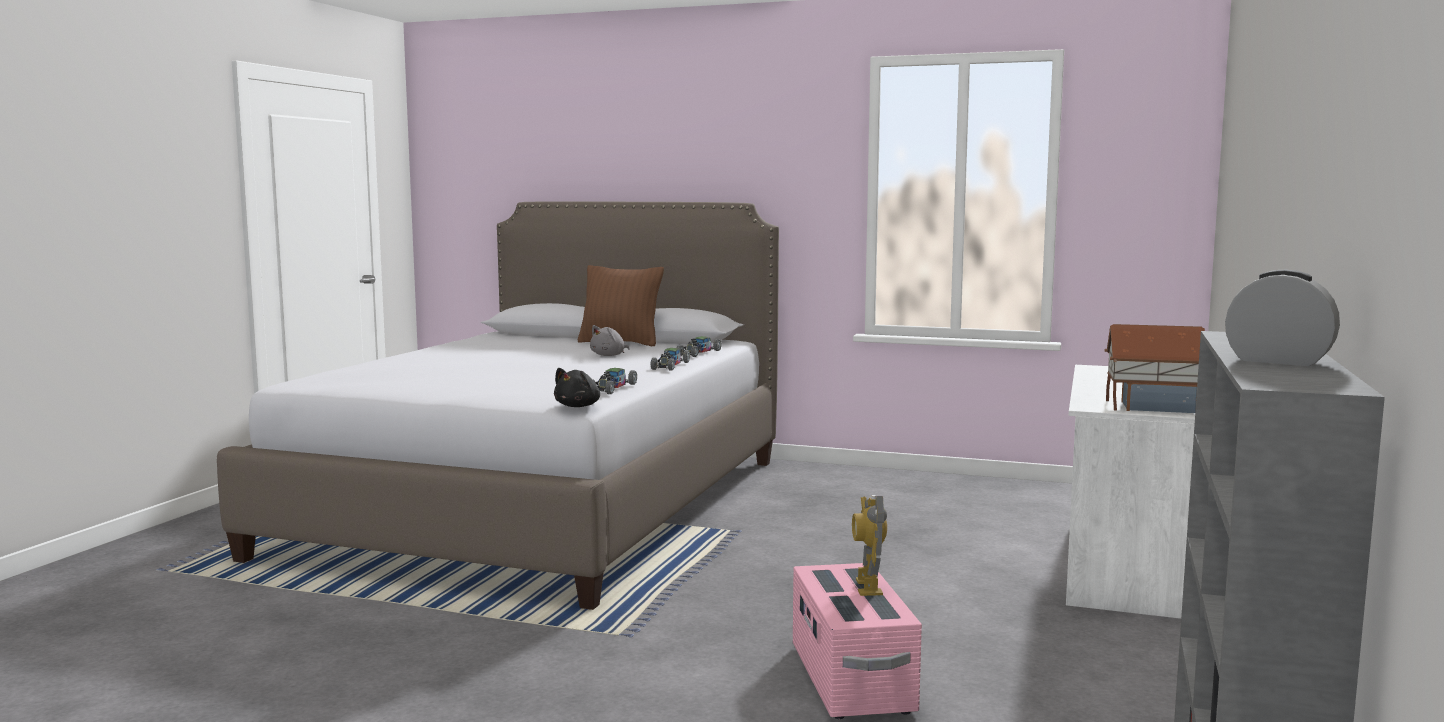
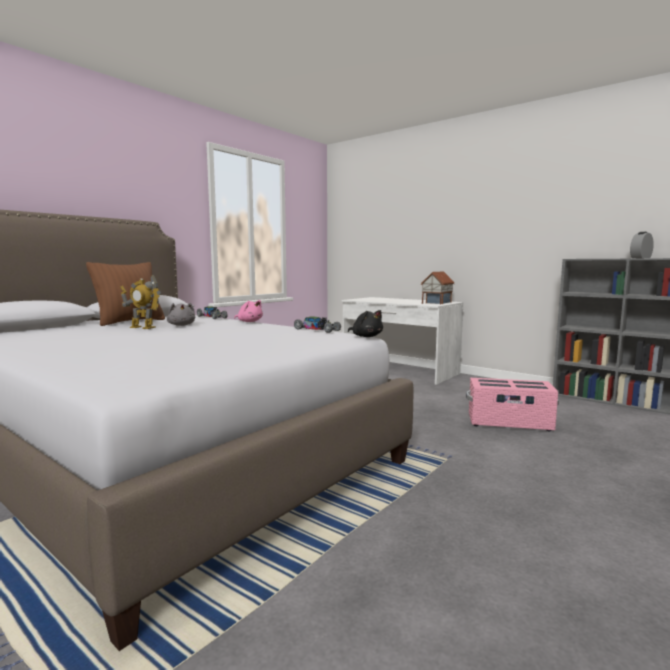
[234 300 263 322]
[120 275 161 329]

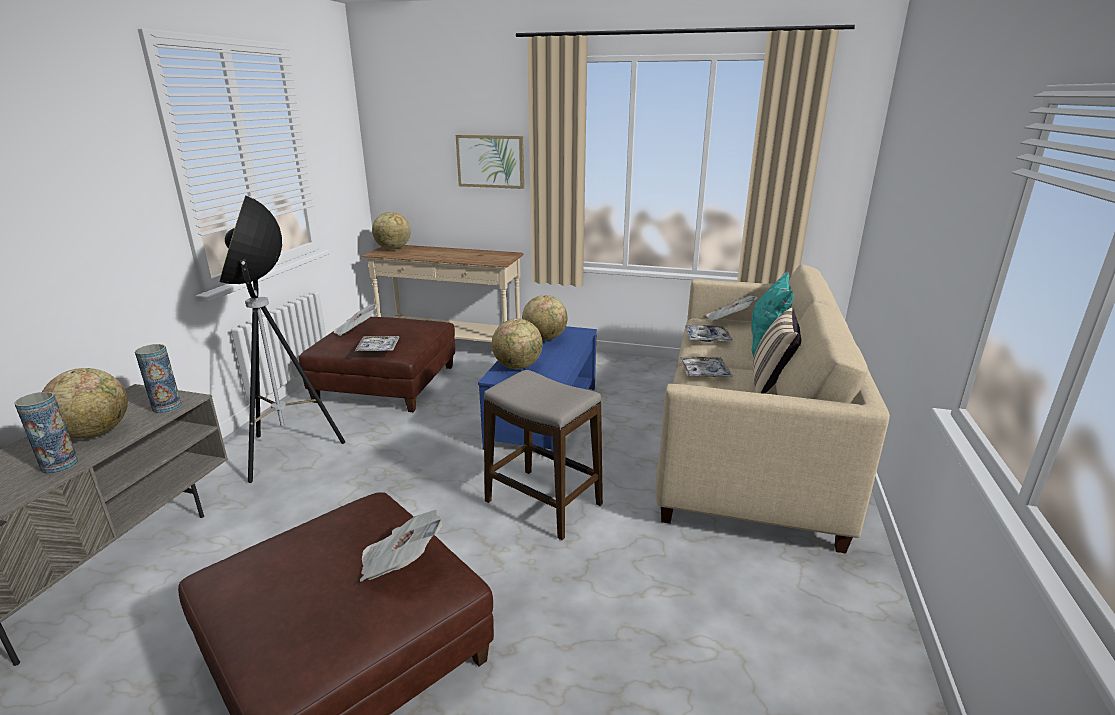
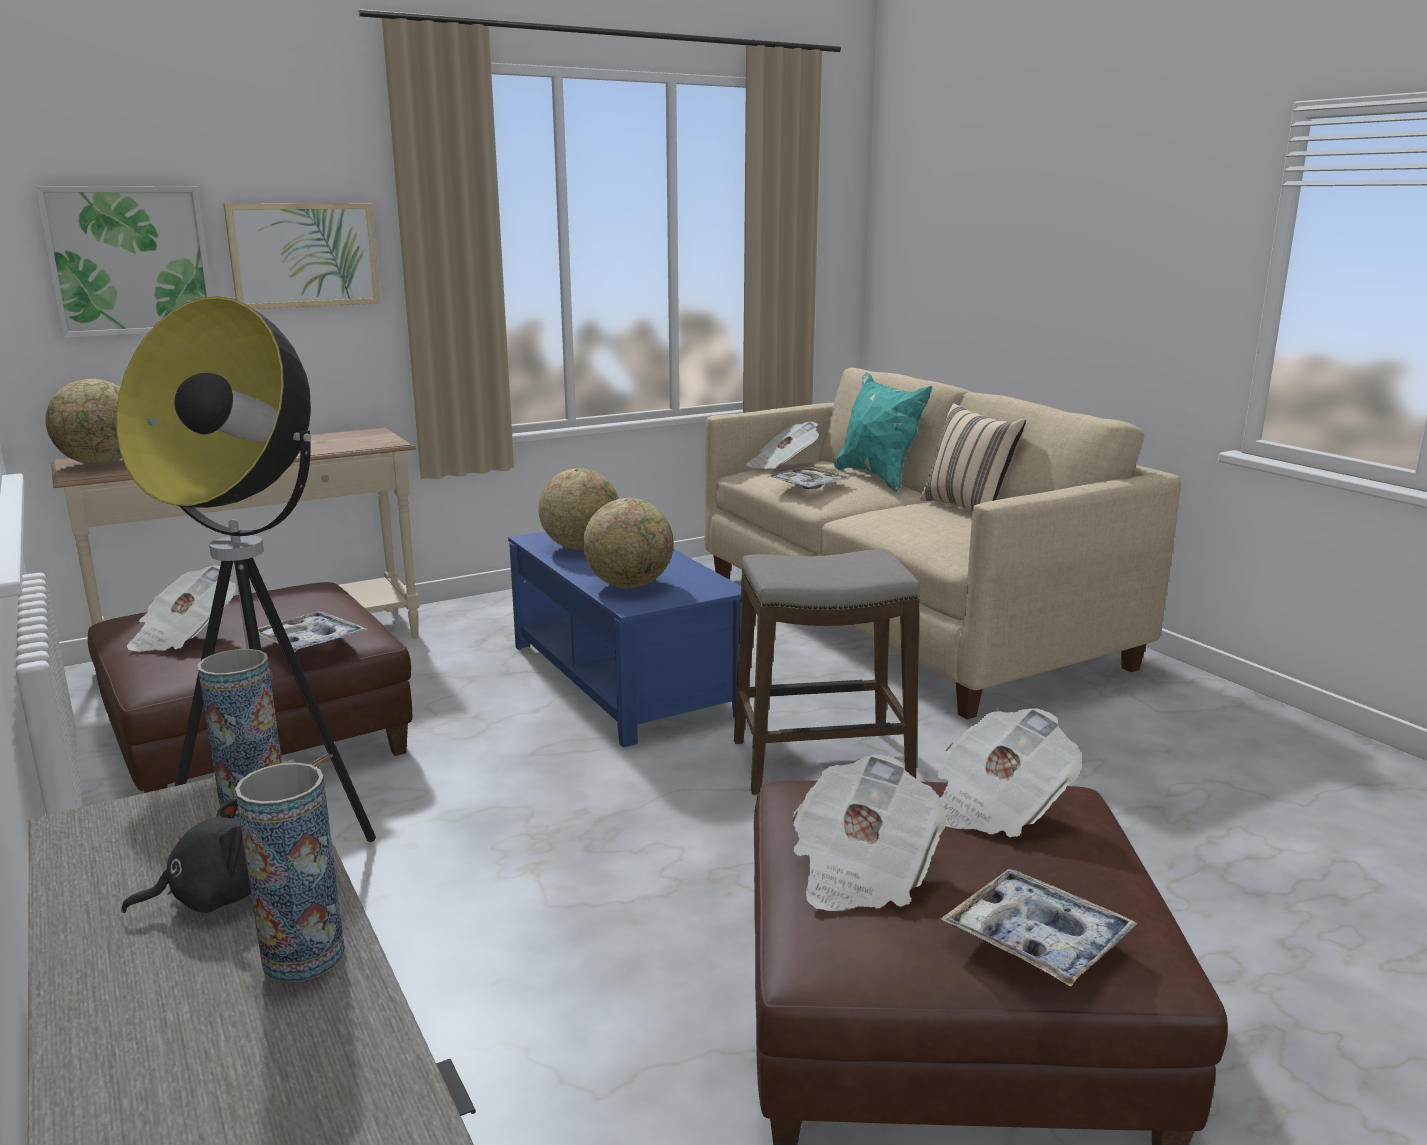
[121 798 251 913]
[941 869 1137 987]
[35 186 213 338]
[792 754 947 911]

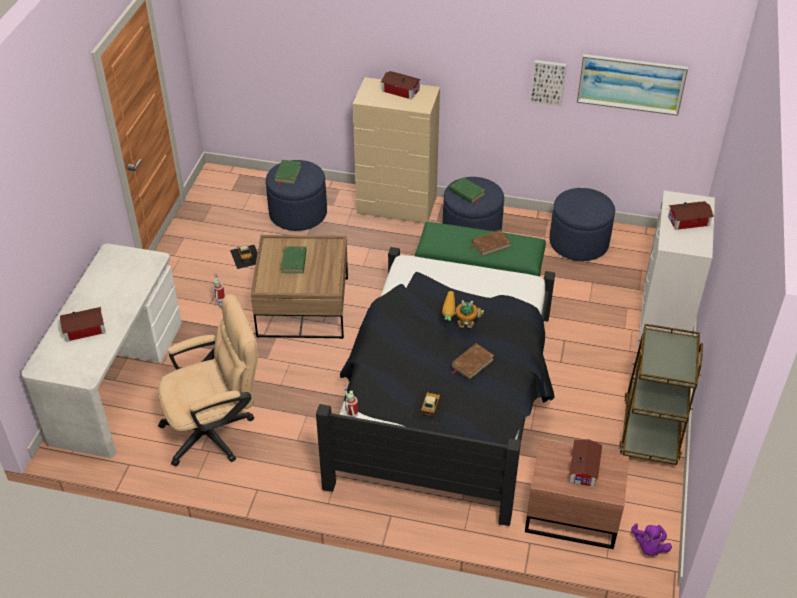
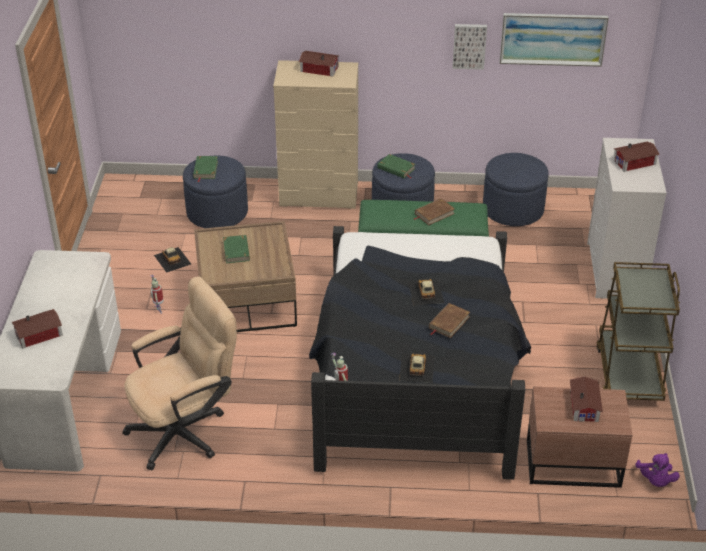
[408 279 444 305]

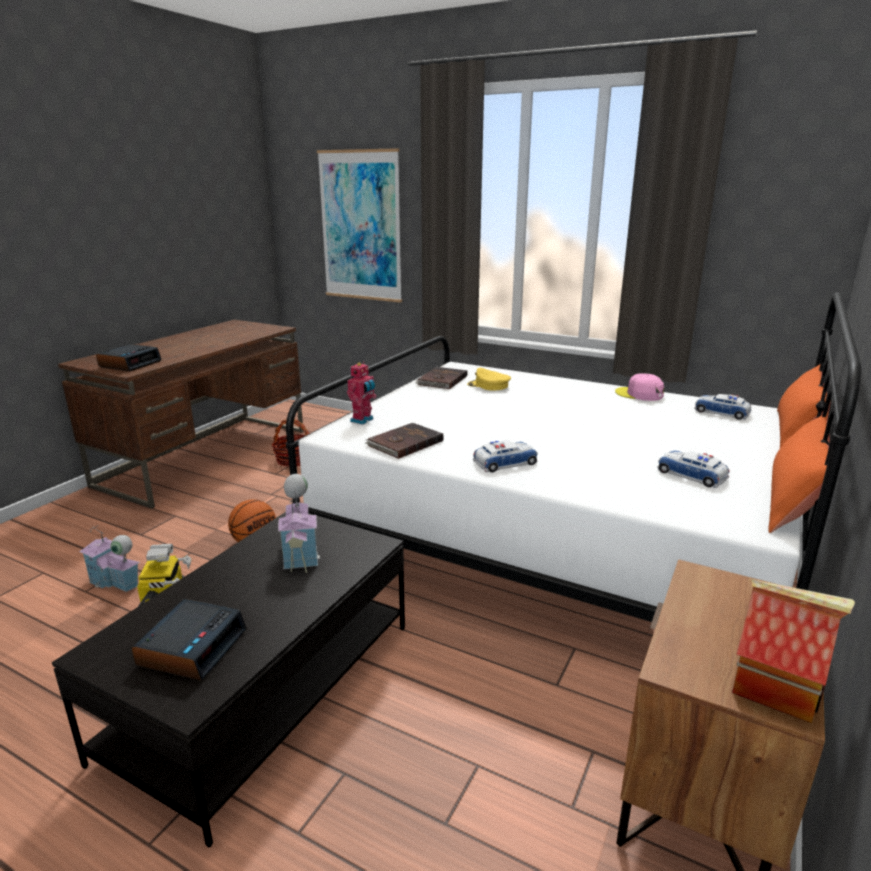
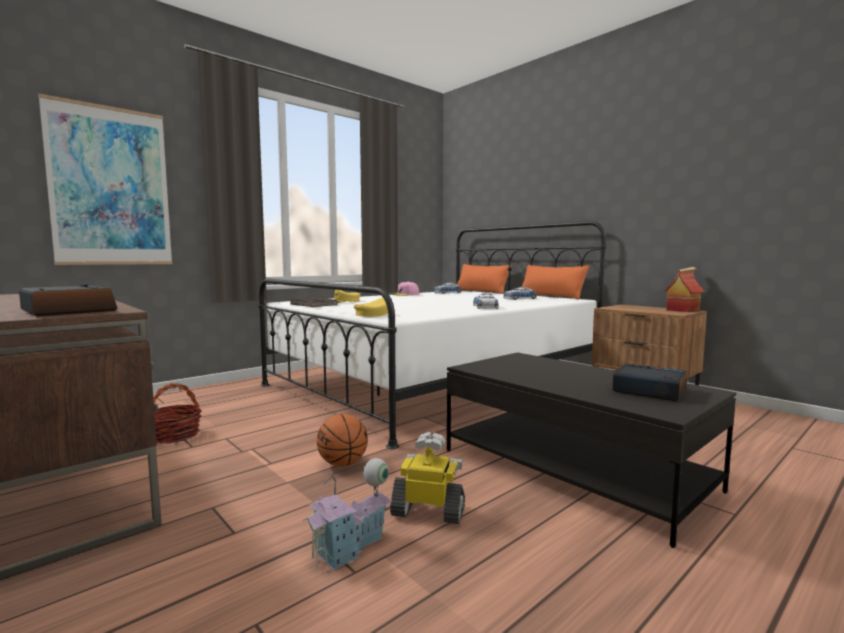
[278 474 320 573] (first image)
[354 298 388 317]
[365 423 444 459] (first image)

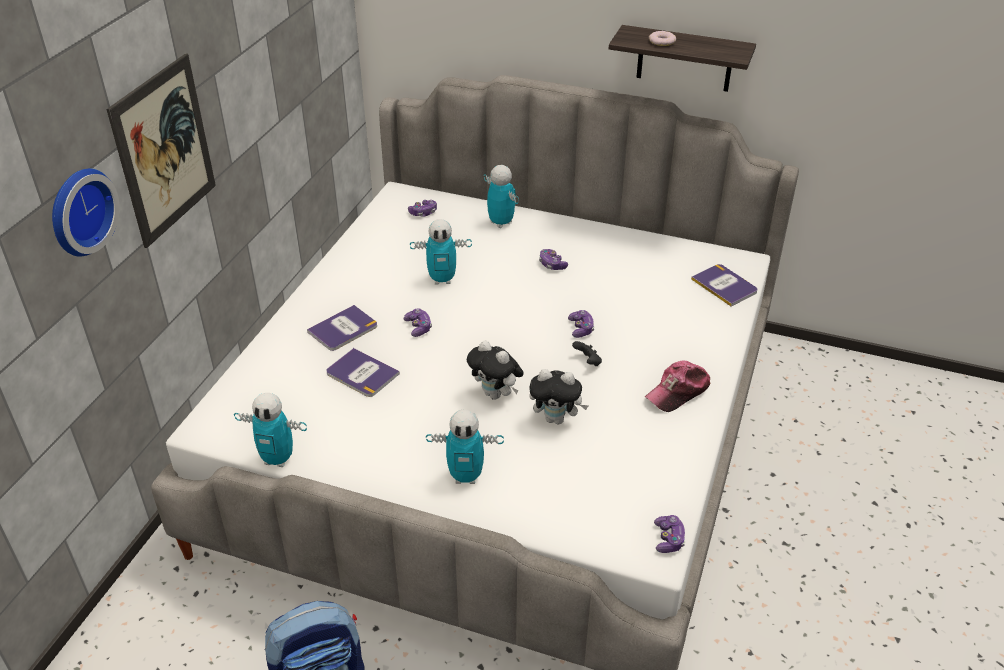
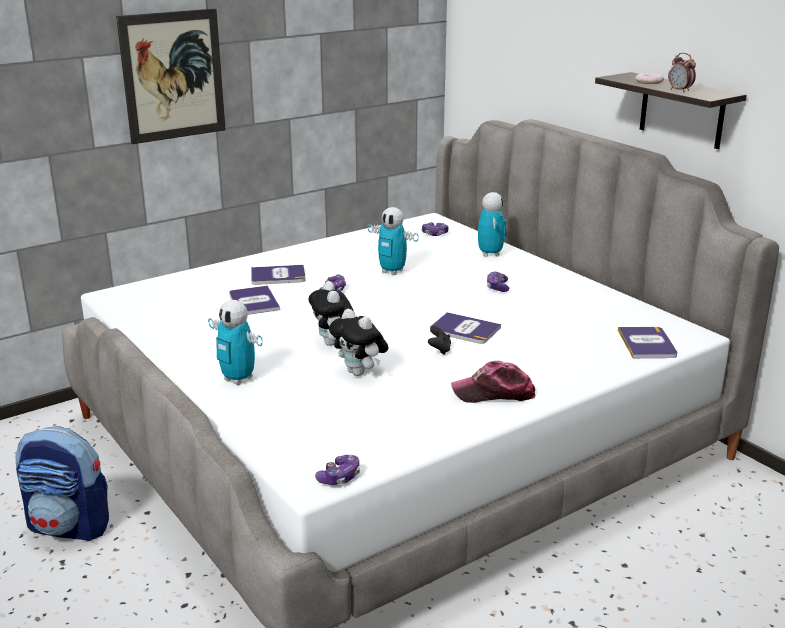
[52 168 119 257] (first image)
[234 393 307 467] (first image)
[430 312 501 344]
[668 53 696 92]

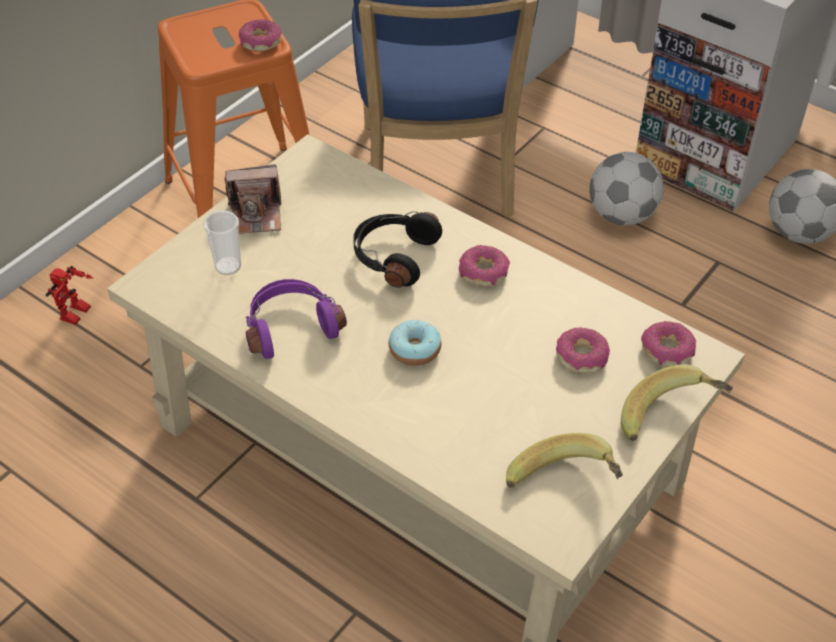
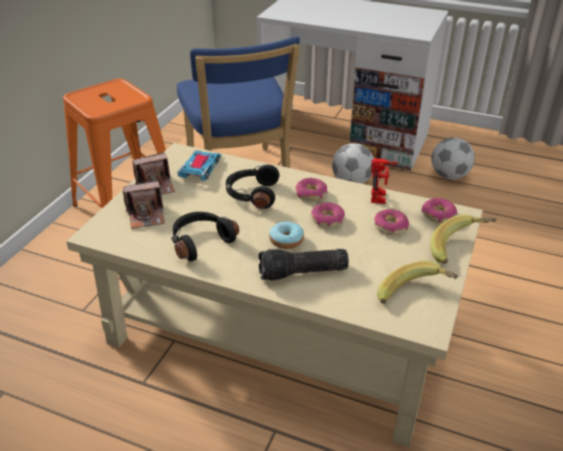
[371 158 399 204]
[123 180 165 229]
[311 202 345 228]
[171 212 239 261]
[177 150 222 181]
[258 249 349 281]

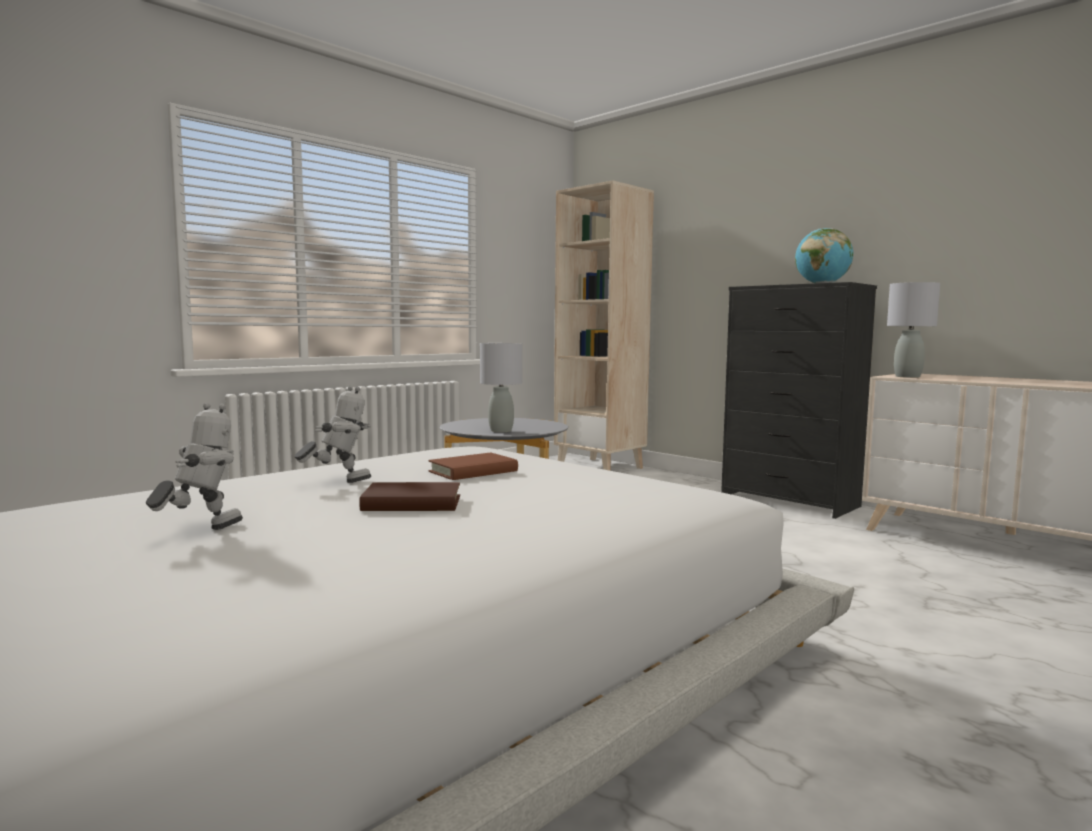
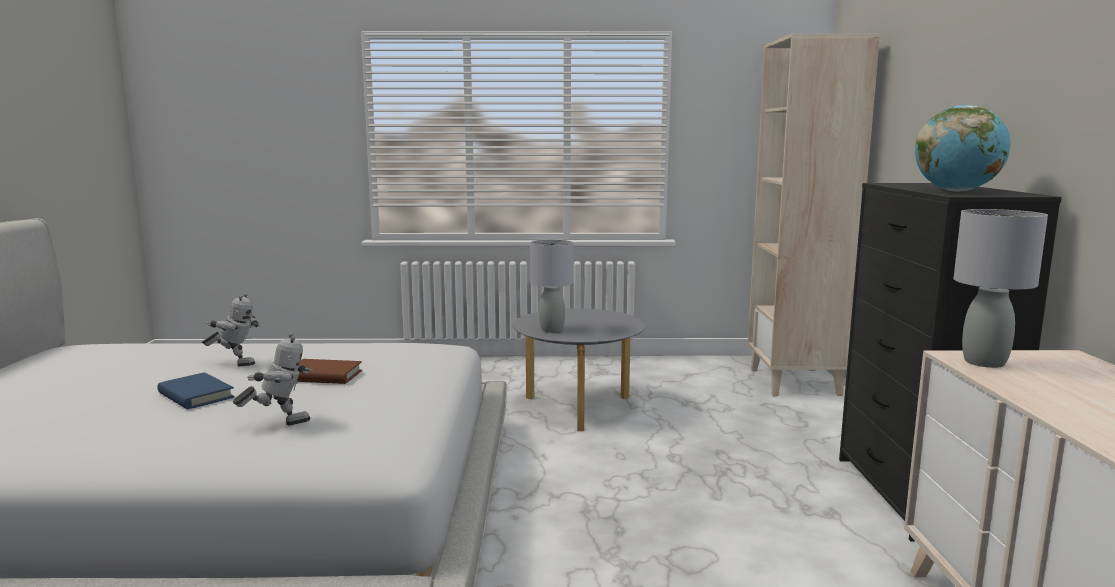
[233 333 313 425]
[157 372 235 409]

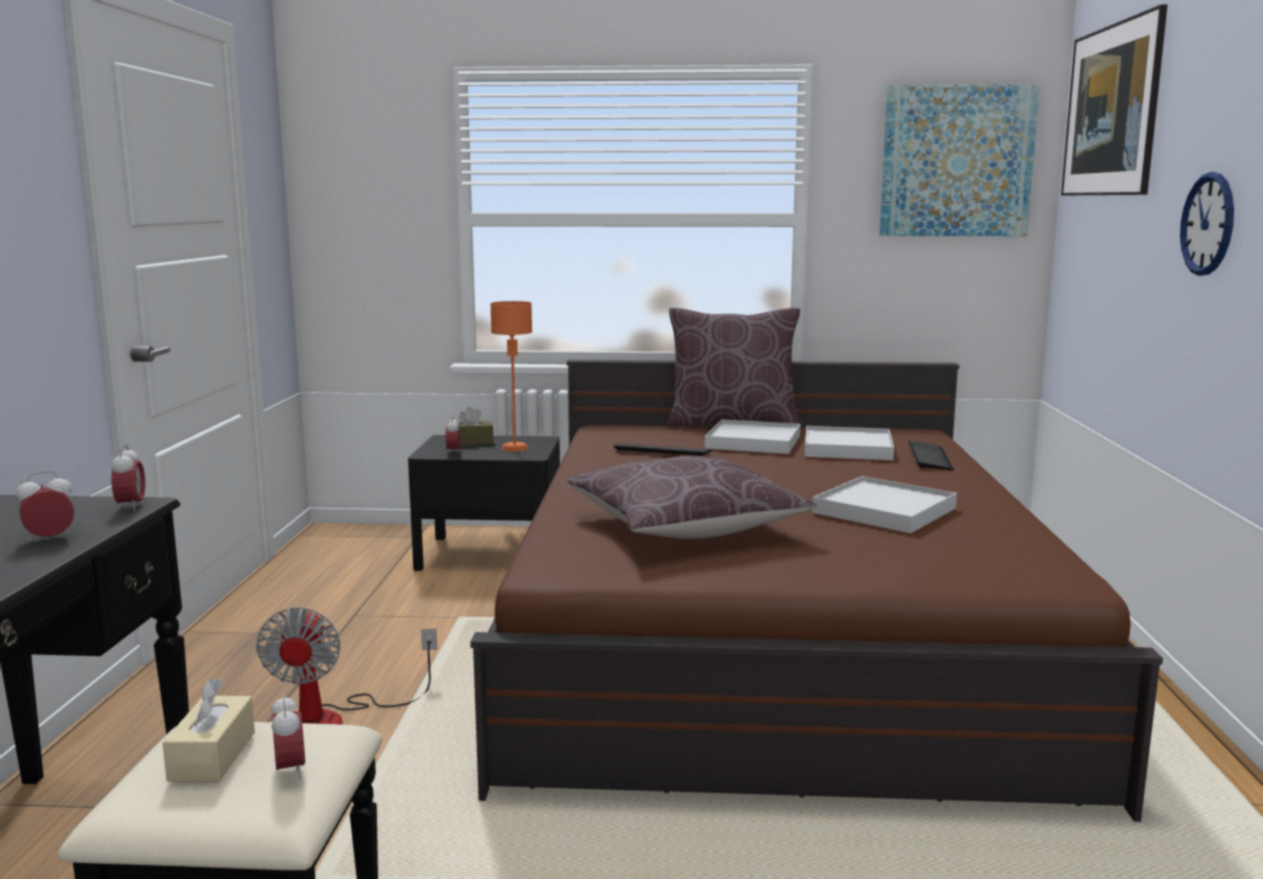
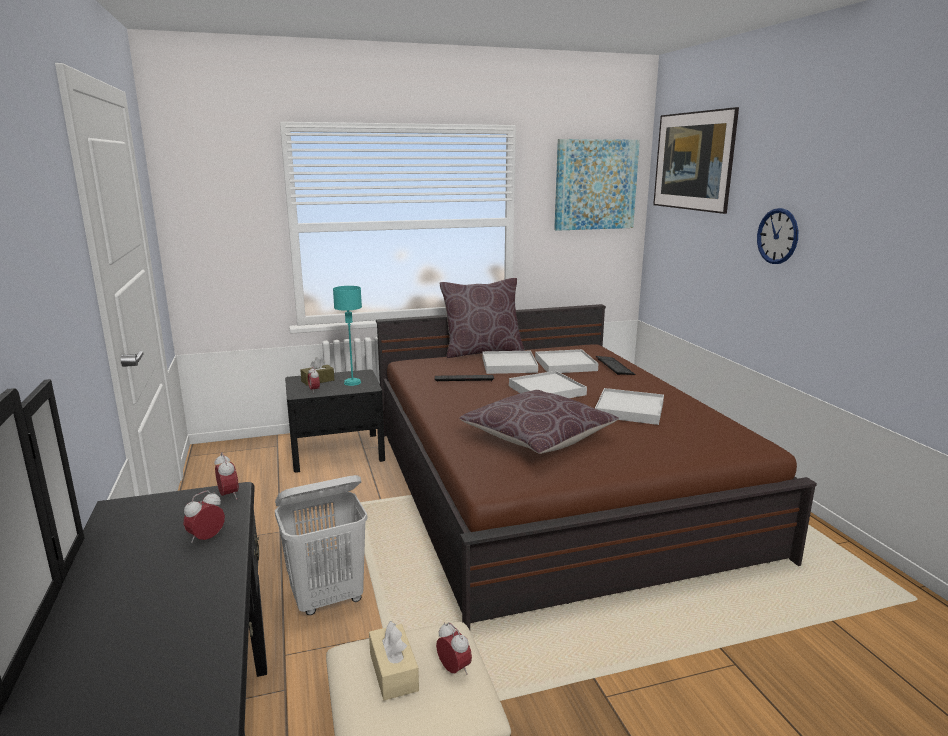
[275 475 367 615]
[333 286 362 386]
[509 371 587 398]

